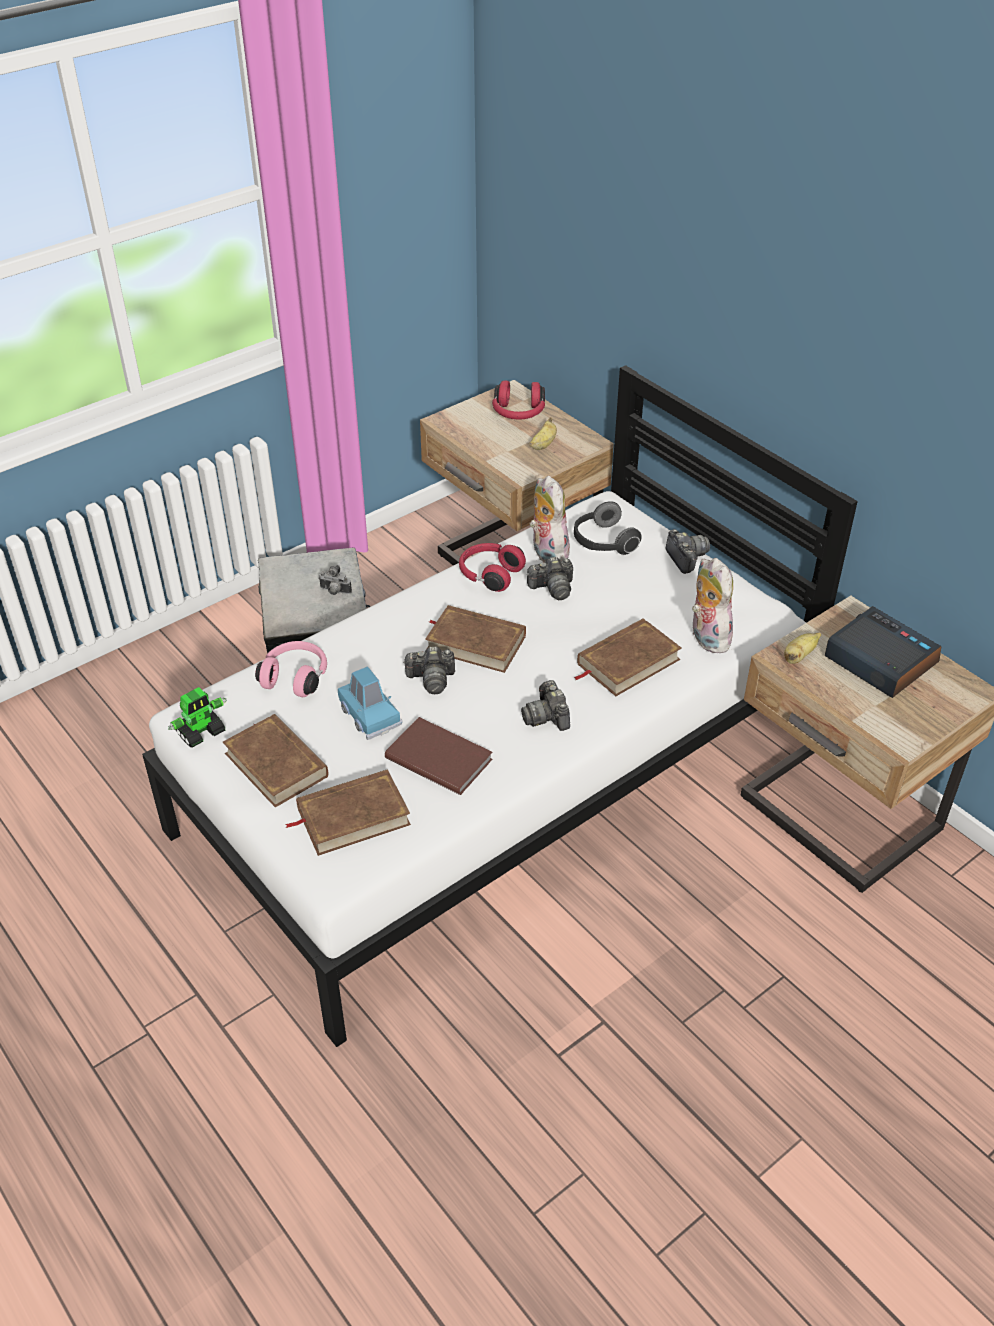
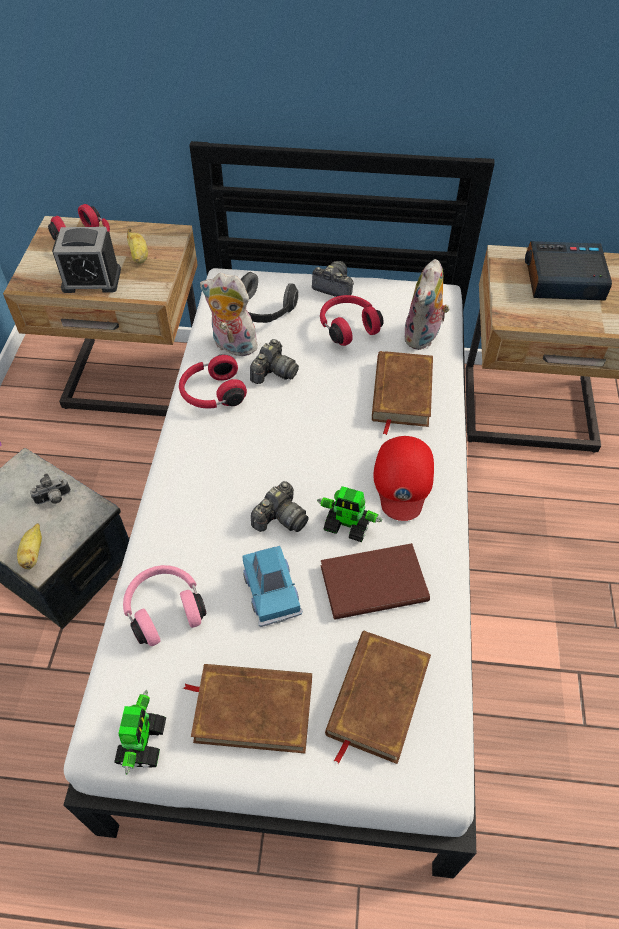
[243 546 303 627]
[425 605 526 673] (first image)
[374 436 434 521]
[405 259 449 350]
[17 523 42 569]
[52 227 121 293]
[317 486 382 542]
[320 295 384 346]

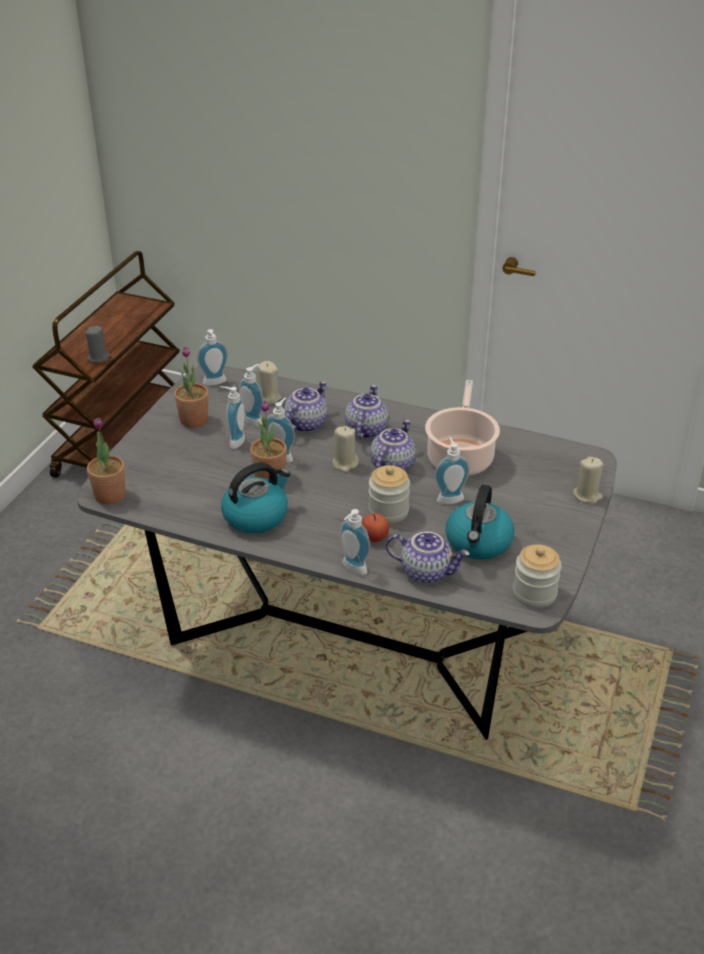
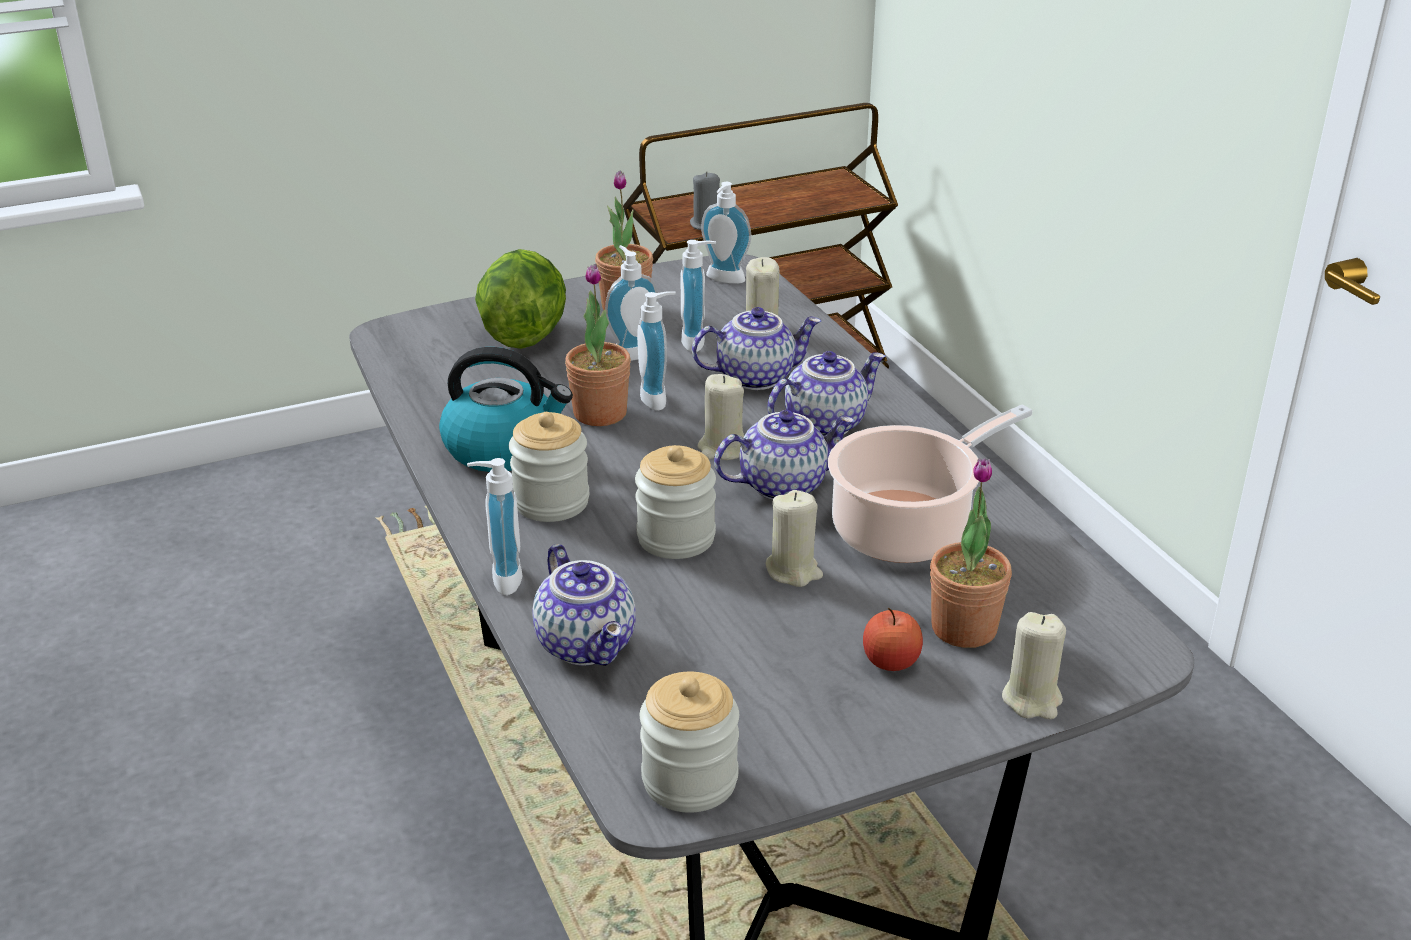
[930 458 1012 648]
[863 608 923 671]
[765 490 823 587]
[445 485 514 560] (first image)
[475 249 566 349]
[509 412 589 522]

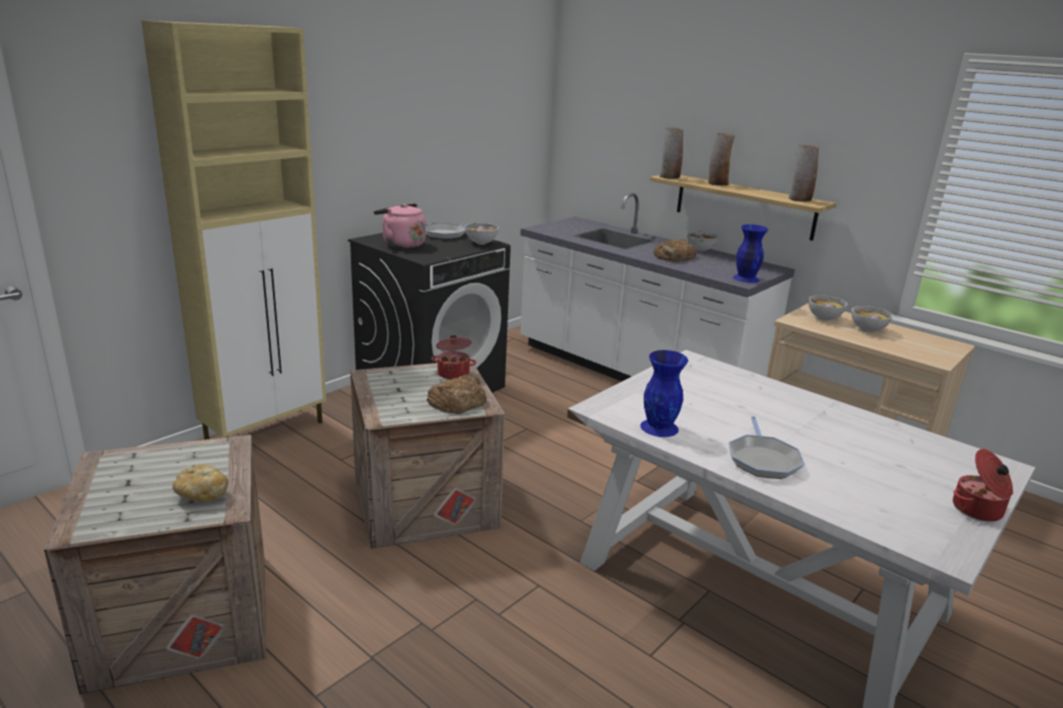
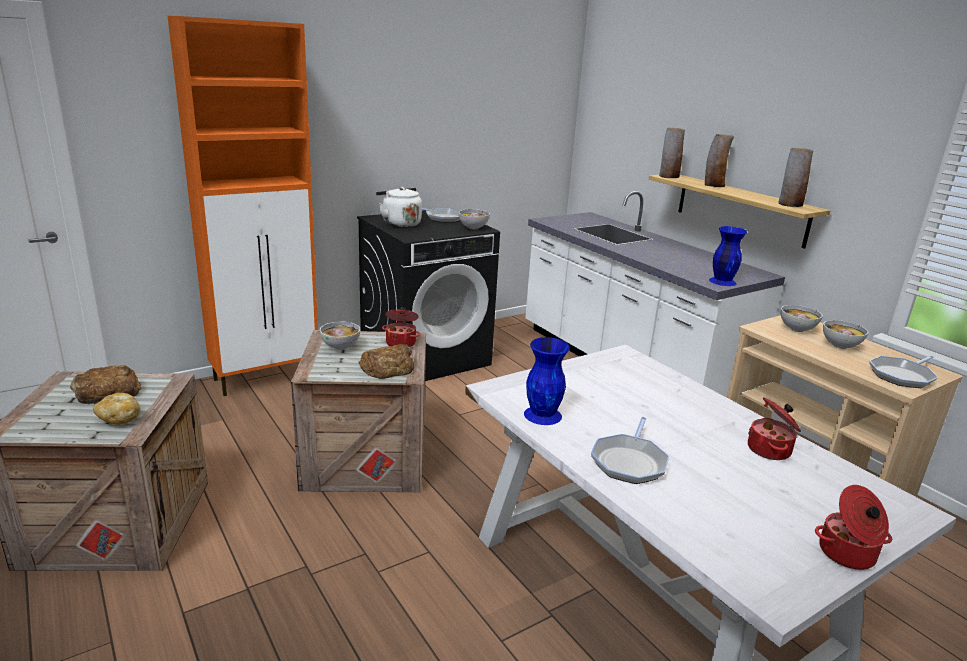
[168 16 318 396]
[376 187 422 227]
[70 365 141 404]
[320 322 360 350]
[748 397 801 460]
[869 356 938 388]

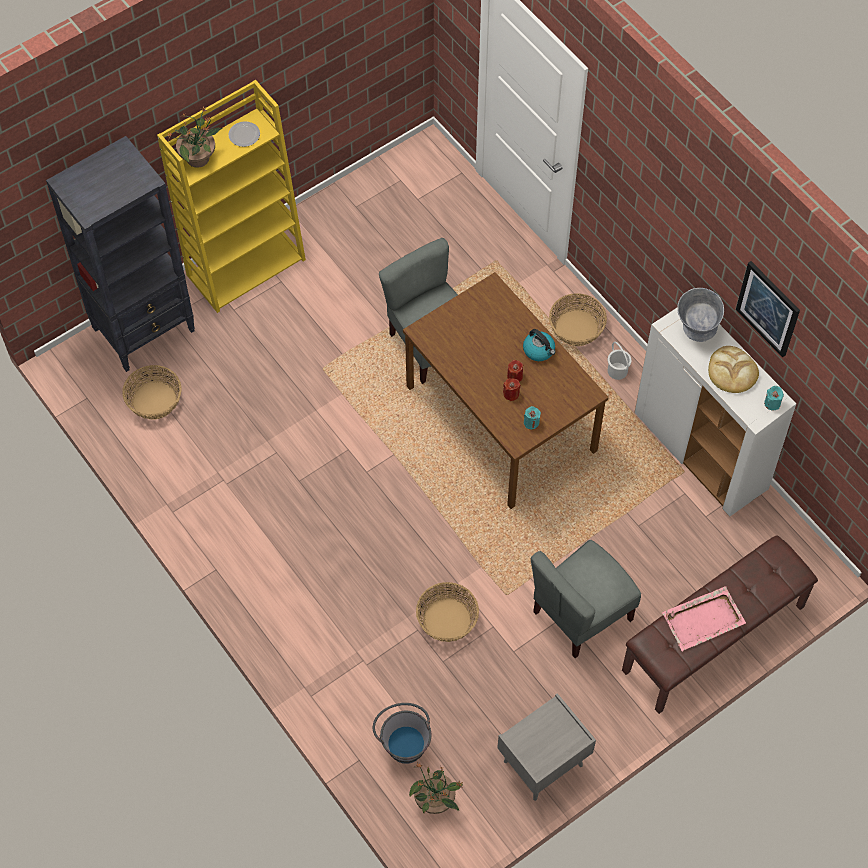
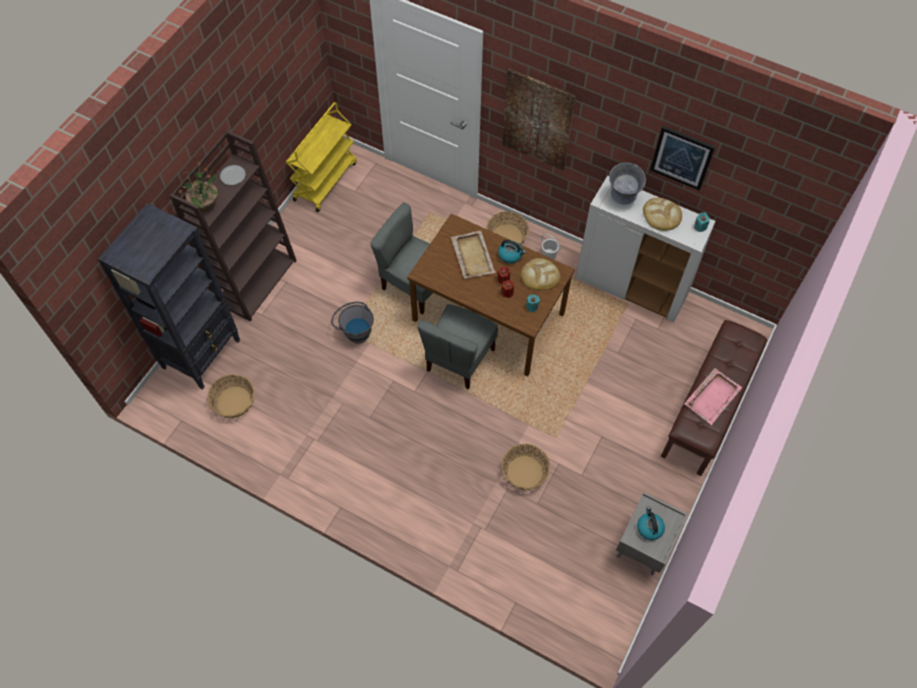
[170 130 297 321]
[331 302 374 344]
[409 763 463 814] (first image)
[418 304 498 389]
[286 102 357 212]
[451 231 496 279]
[502 68 576 170]
[521 258 561 290]
[637 507 665 540]

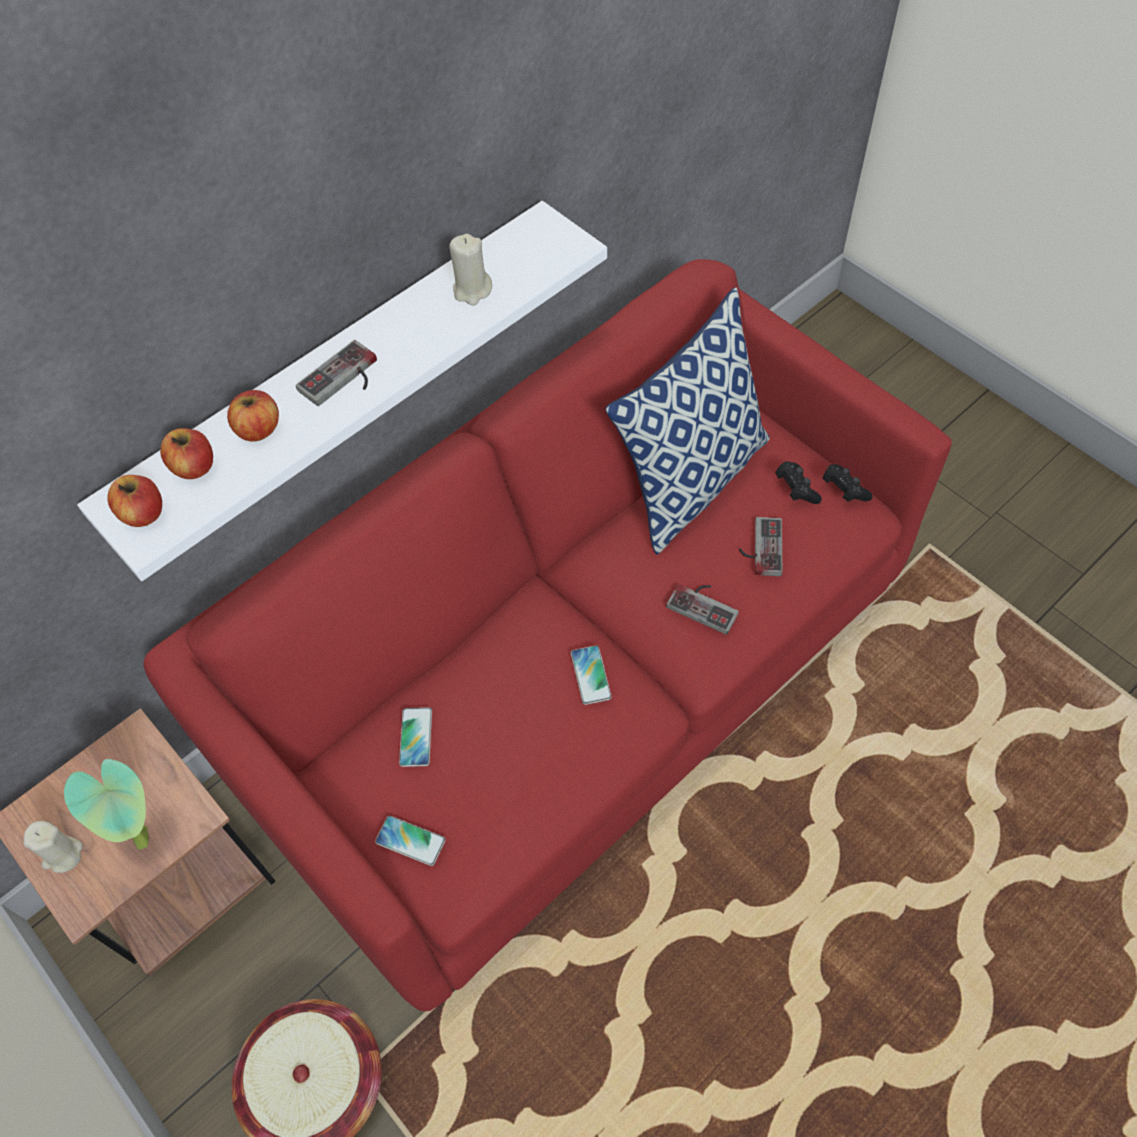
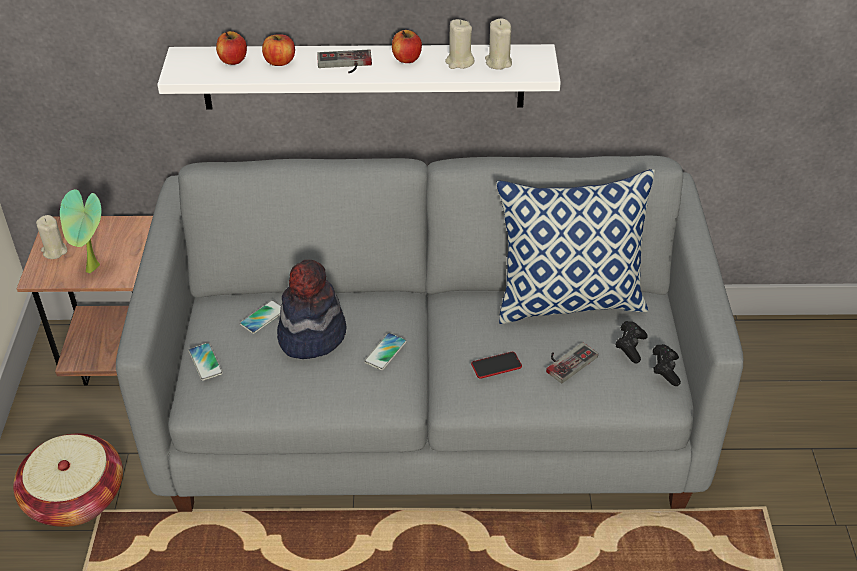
[392 30 422 63]
[116 156 743 512]
[471 352 522 379]
[277 260 347 359]
[485 19 512 70]

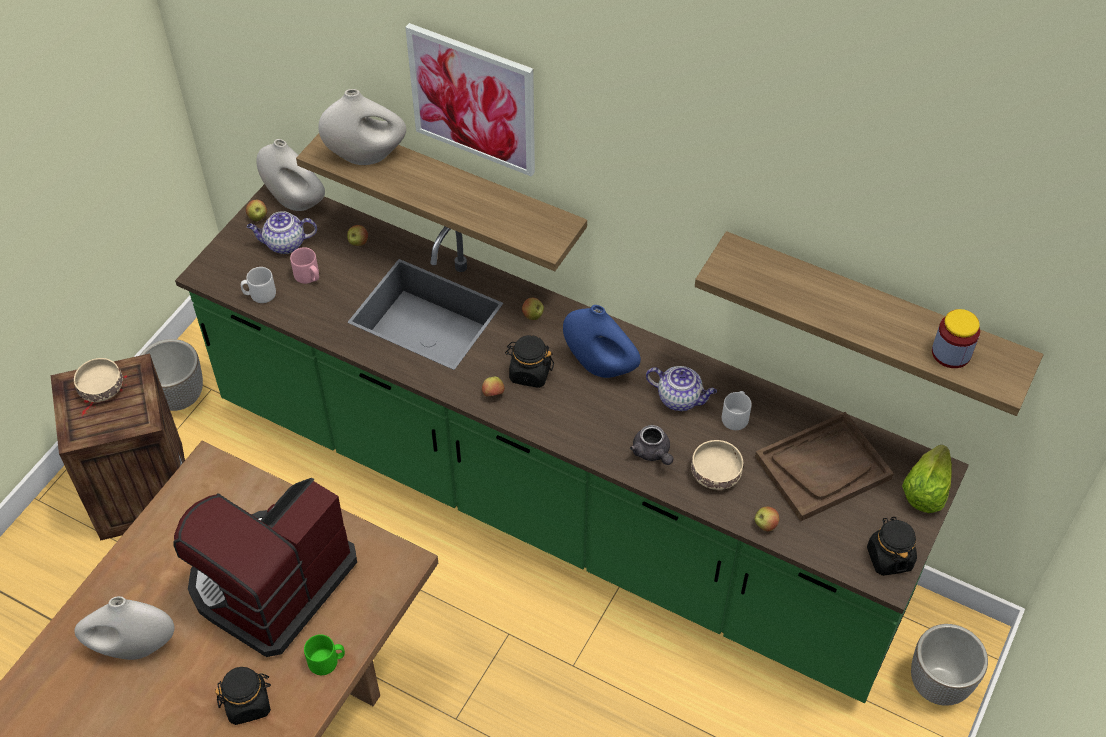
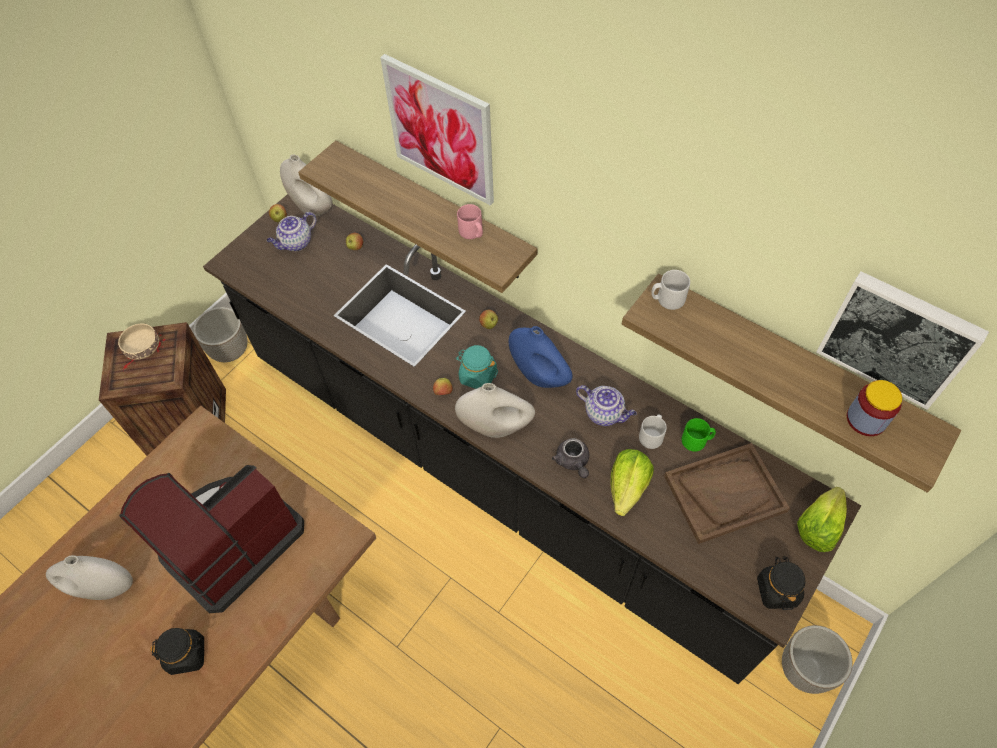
[203 194 861 684]
[651 270 690 310]
[267 212 316 251]
[457 204 483 239]
[682 418 716 452]
[455 383 535 438]
[456 345 498 389]
[610 449 654 516]
[754 507 779 531] (first image)
[816 271 989 410]

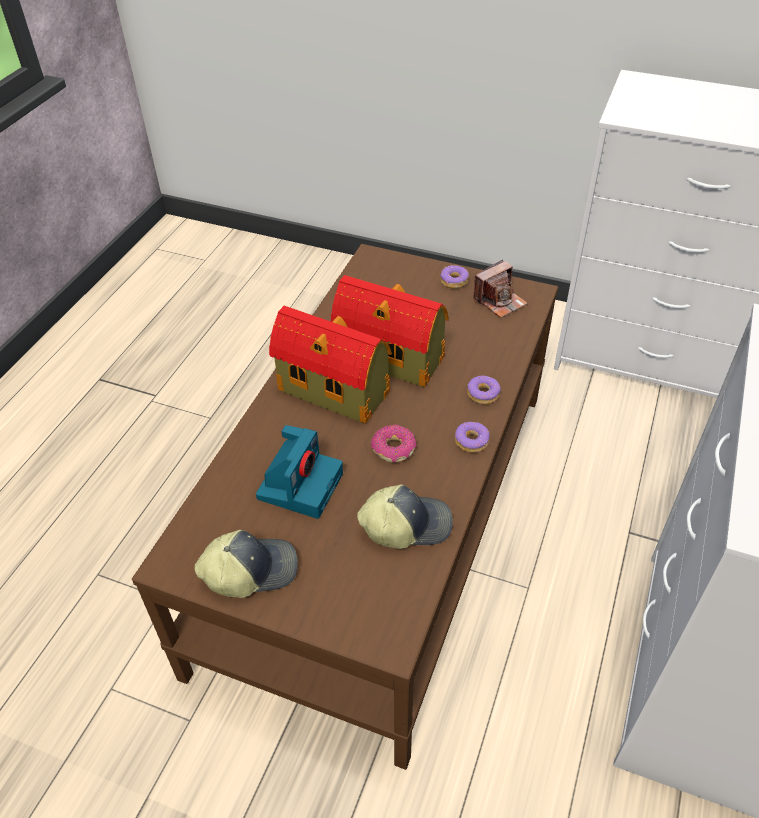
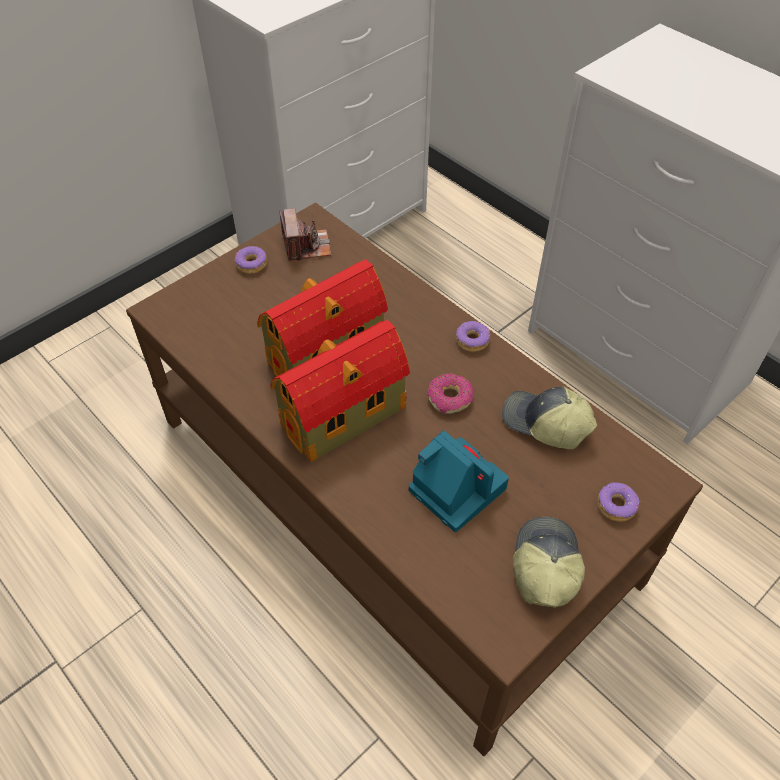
[502 387 597 449]
[597 482 640 522]

